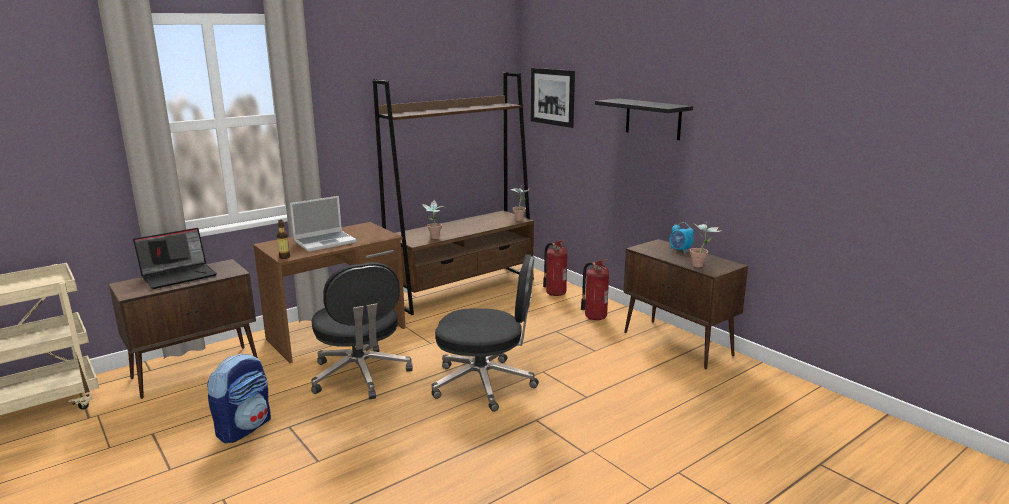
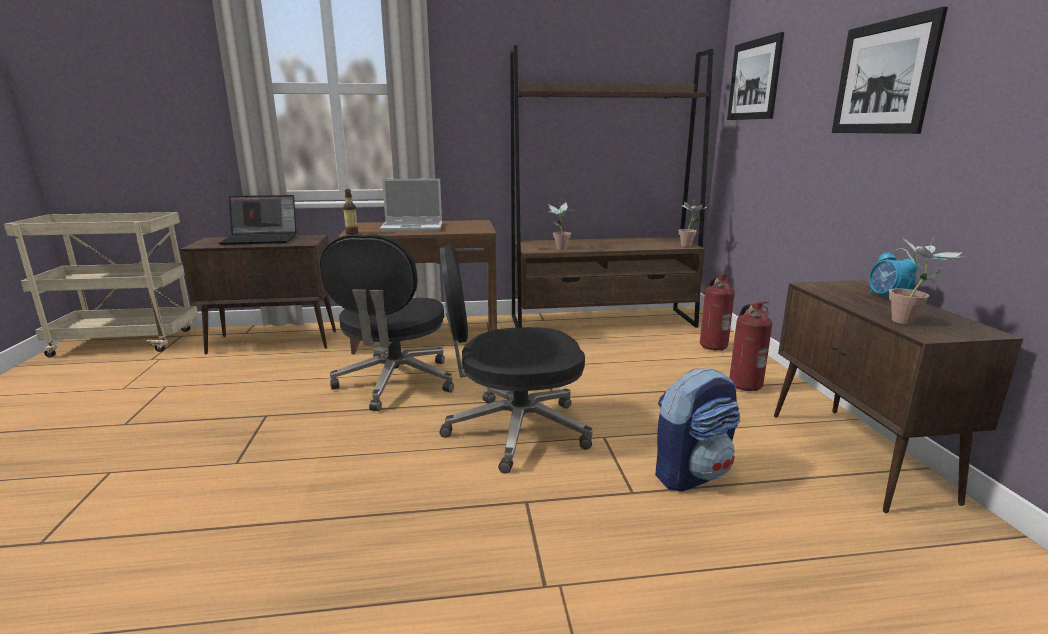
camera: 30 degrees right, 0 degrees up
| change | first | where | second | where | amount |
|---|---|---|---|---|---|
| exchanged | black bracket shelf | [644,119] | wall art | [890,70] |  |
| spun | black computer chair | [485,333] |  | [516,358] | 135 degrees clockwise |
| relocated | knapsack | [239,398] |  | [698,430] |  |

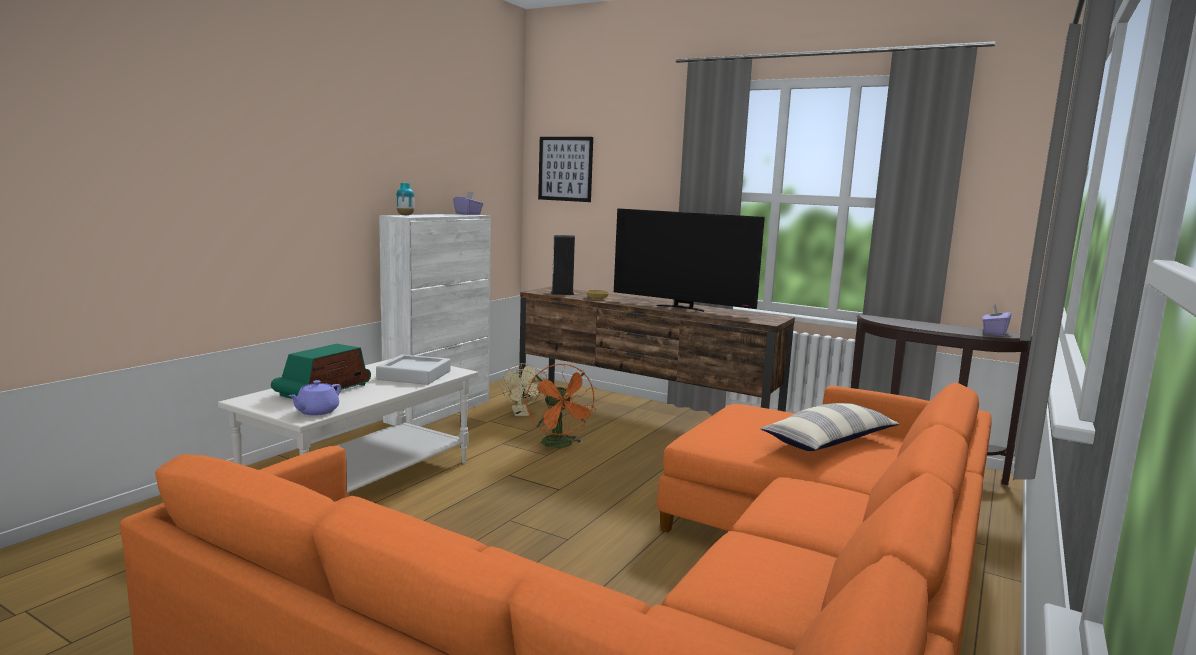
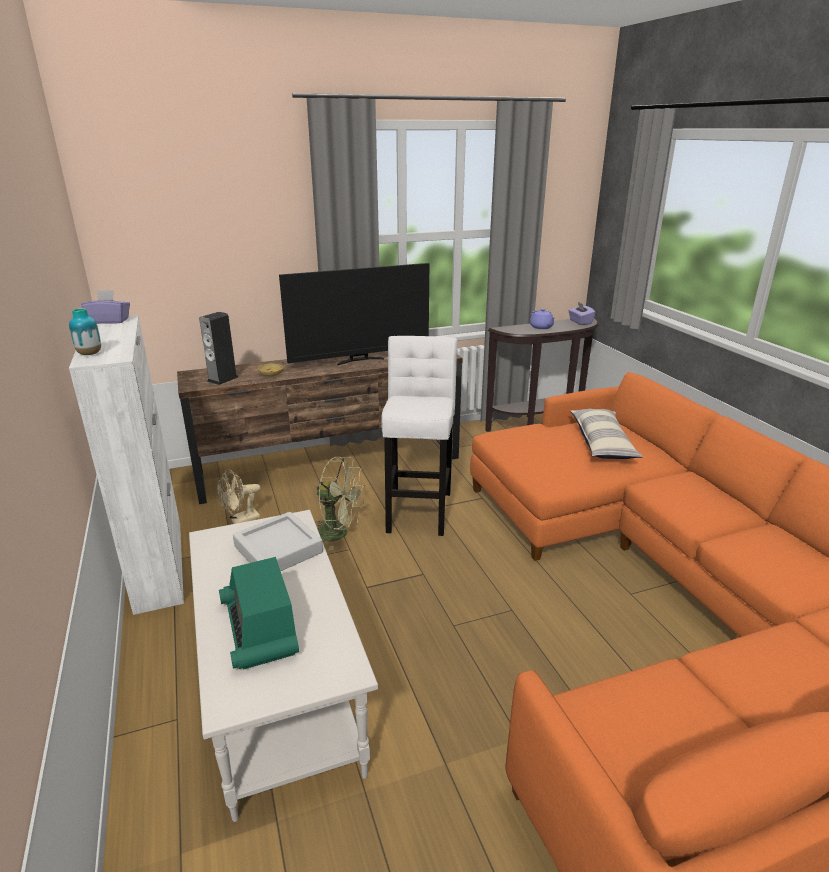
camera: 50 degrees left, 15 degrees up
| change | first | where | second | where | amount |
|---|---|---|---|---|---|
| missing | wall art | [565,169] |  |  |  |
| spun | beige-coloured fan | [522,389] |  | [238,496] | 120 degrees clockwise |
| colour | orangey fan | [561,407] | greenish fan | [340,503] |  |
| relocated | purple-coloured pot for tea | [315,398] |  | [542,319] |  |
| appeared |  |  | white stool | [419,436] |  |

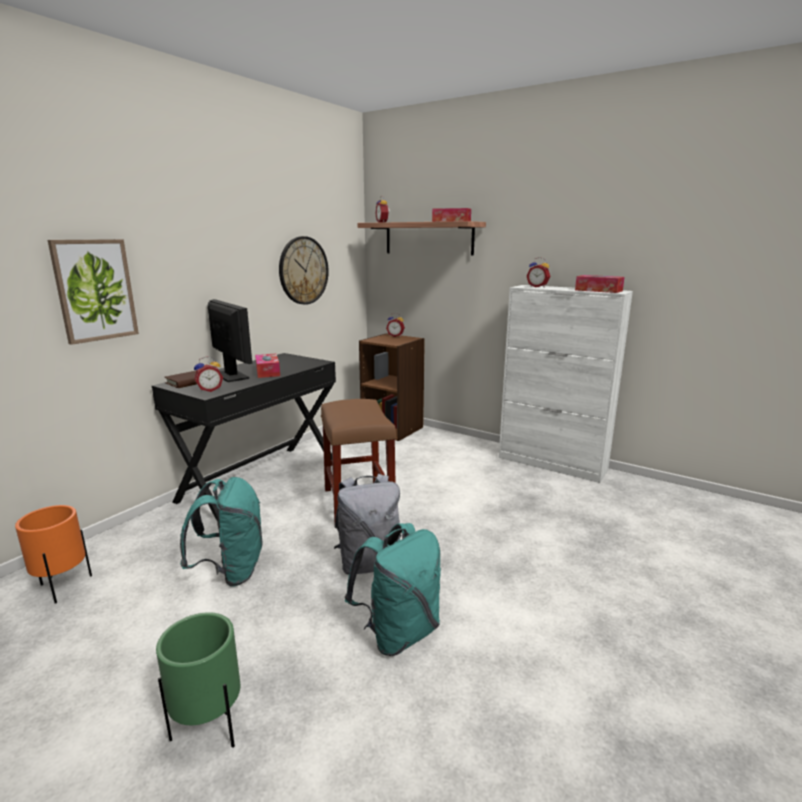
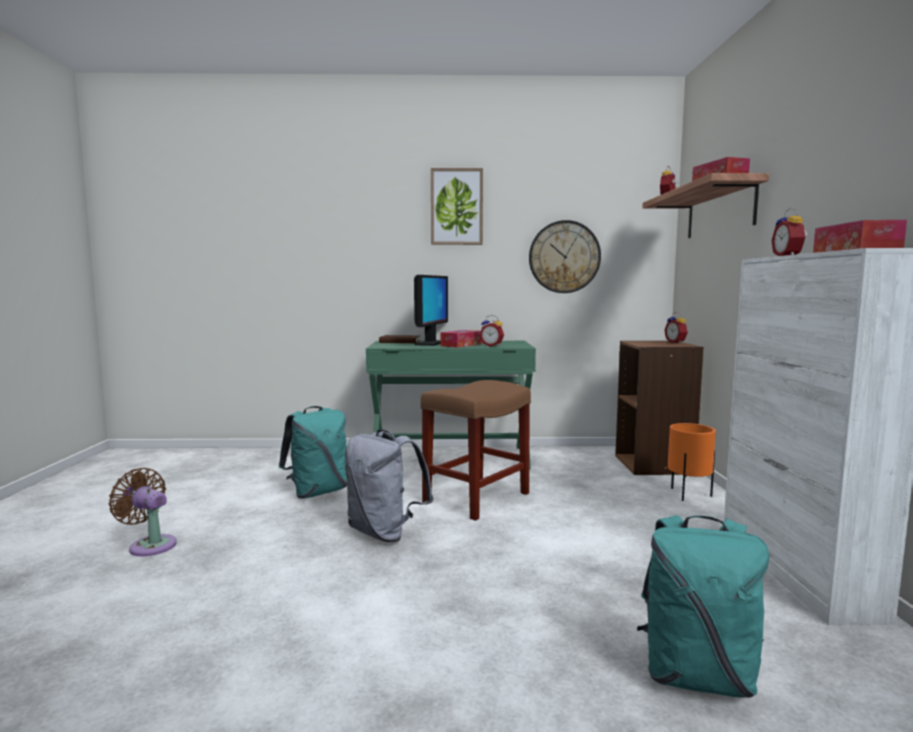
camera: 55 degrees right, 10 degrees down
| change | first | where | second | where | amount |
|---|---|---|---|---|---|
| relocated | wall art | [93,292] |  | [457,206] |  |
| colour | black desk table | [244,436] | greenish desk table | [451,405] |  |
| relocated | table clock | [208,374] |  | [491,331] |  |
| relocated | orangey plant pot | [53,554] |  | [692,462] |  |
| relocated | turquoise-coloured knapsack | [393,589] |  | [703,606] |  |
| exchanged | greenish plant pot | [198,680] | brownish fan | [143,512] |  |

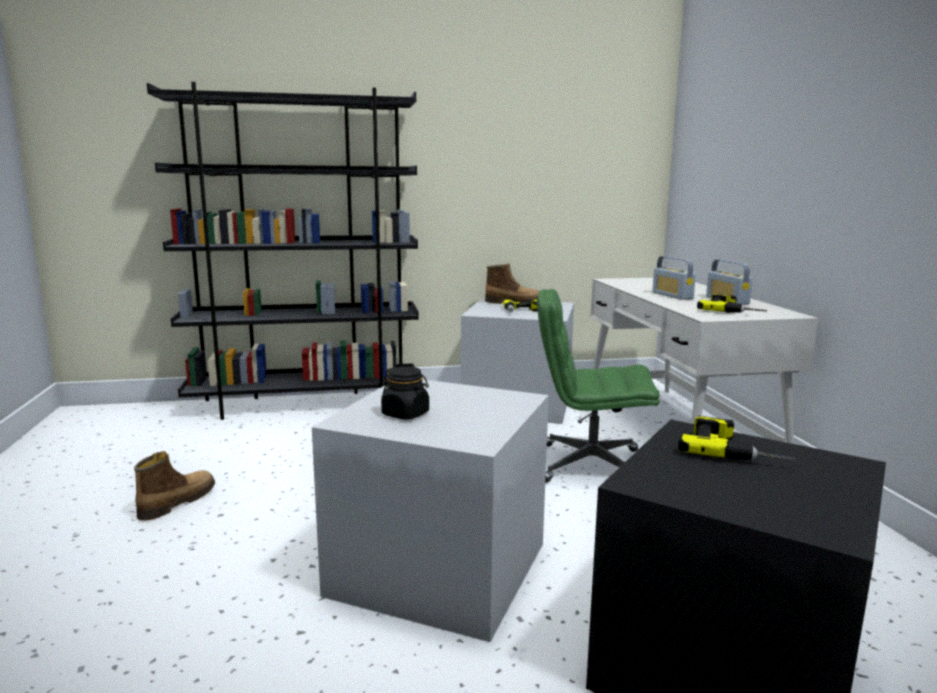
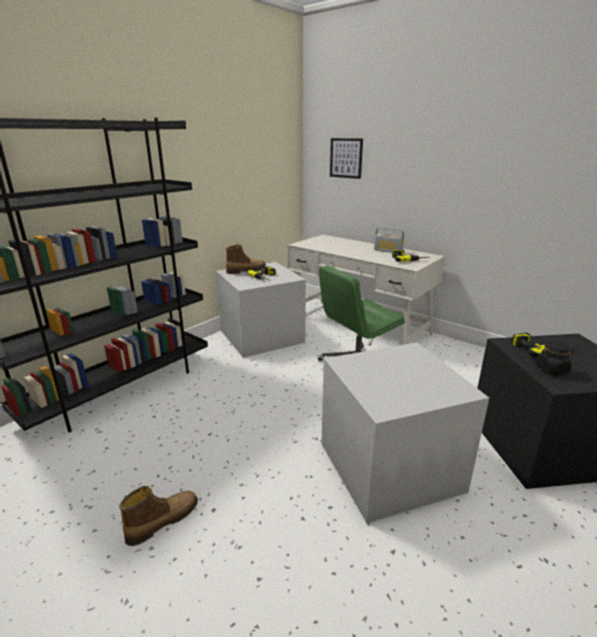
camera: 40 degrees left, 10 degrees up
| change | first | where | second | where | amount |
|---|---|---|---|---|---|
| missing | radio receiver | [674,278] |  |  |  |
| relocated | black preserve jar | [405,393] |  | [555,358] |  |
| spun | high-top boot | [174,486] |  | [158,516] | 60 degrees clockwise |
| appeared |  |  | wall art | [346,158] |  |

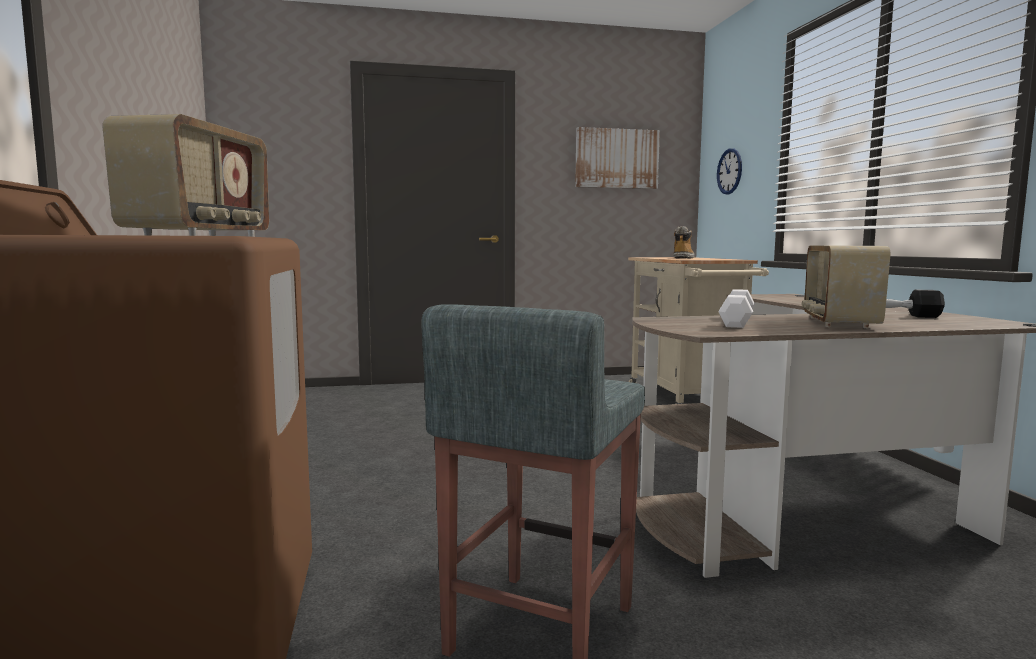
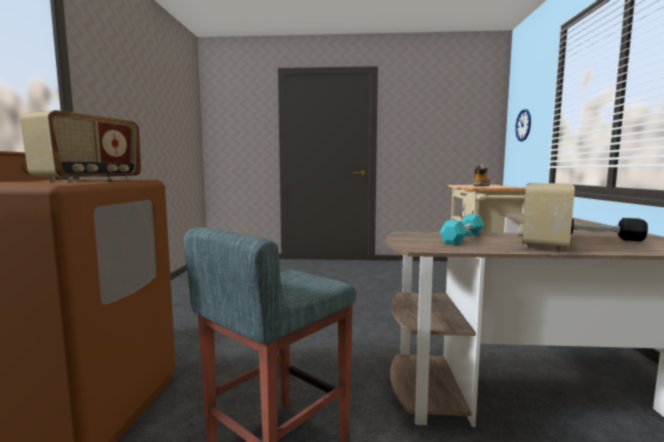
camera: 15 degrees right, 0 degrees up
| change | first | where | second | where | amount |
|---|---|---|---|---|---|
| missing | wall art | [617,158] |  |  |  |
| colour | white dumbbell | [736,308] | turquoise-coloured dumbbell | [462,229] |  |

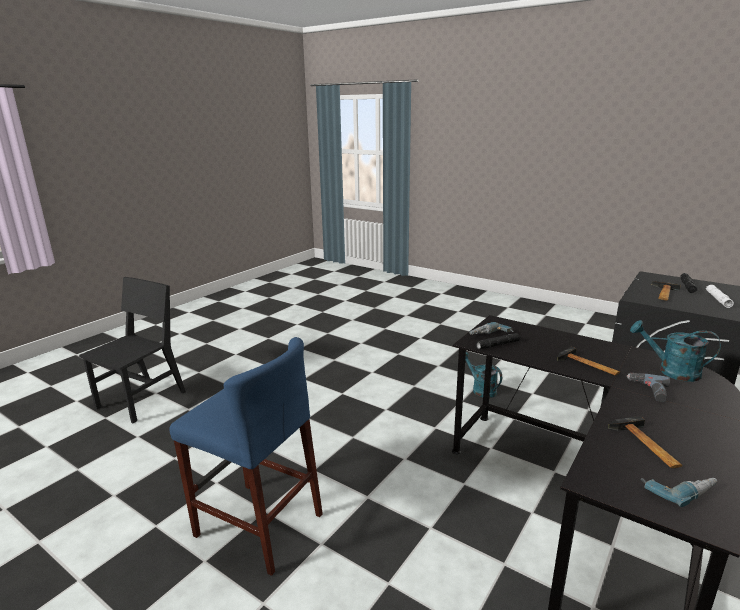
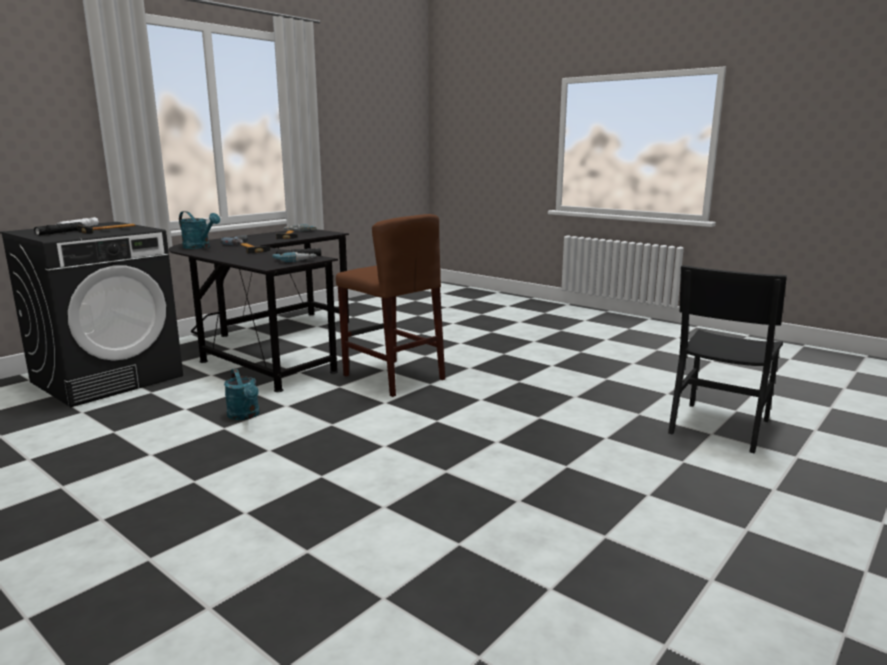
camera: 175 degrees left, 5 degrees down
| change | first | where | second | where | amount |
|---|---|---|---|---|---|
| missing | bluish stool | [246,456] |  |  |  |
| appeared |  |  | brownish stool | [390,305] |  |

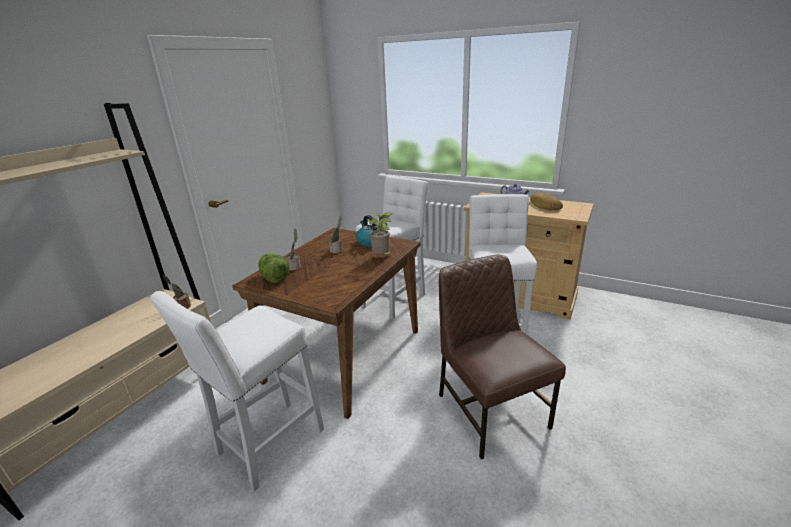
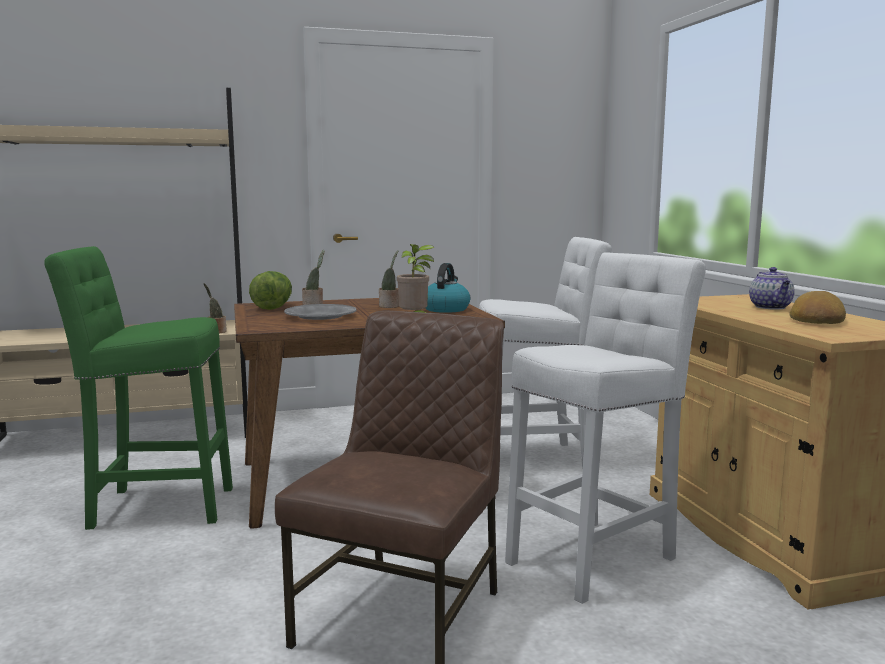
camera: 45 degrees right, 15 degrees down
| change | first | where | second | where | amount |
|---|---|---|---|---|---|
| colour | white stool | [237,391] | greenish stool | [138,388] |  |
| appeared |  |  | greyish dinner plate | [320,312] |  |

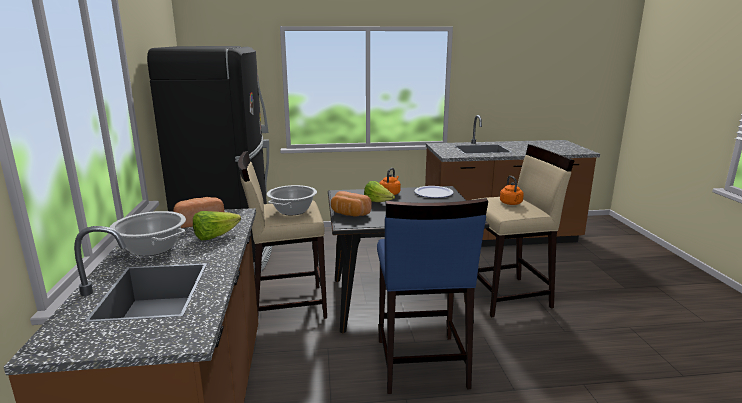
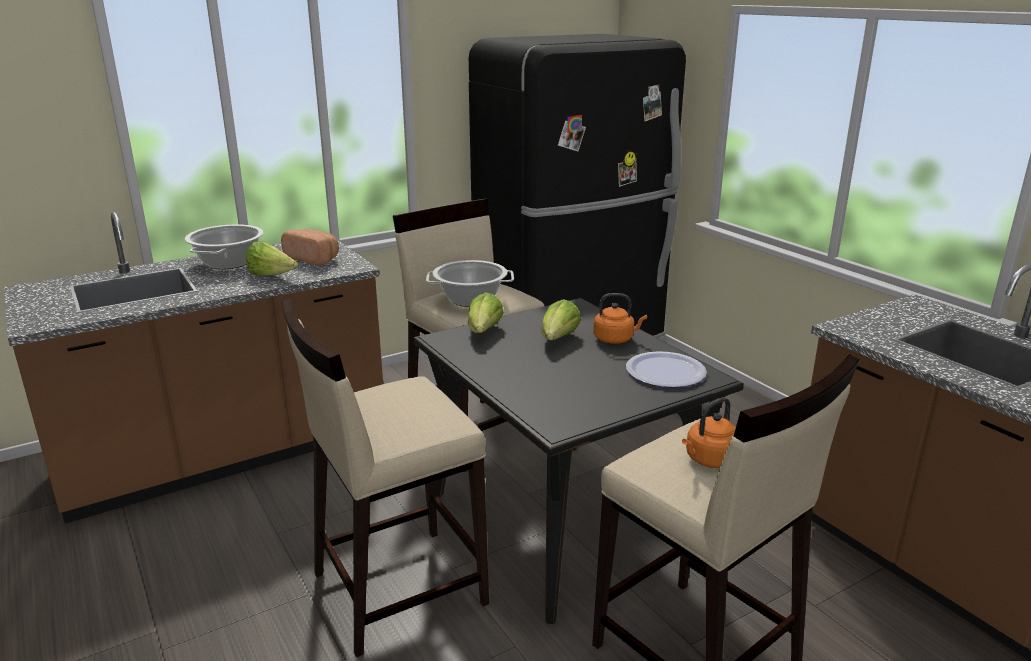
camera: 65 degrees right, 5 degrees up
| change | first | where | second | where | amount |
|---|---|---|---|---|---|
| exchanged | bread | [351,203] | lettuce head | [486,312] |  |
| colour | bluish stool | [432,296] | beige-coloured stool | [385,477] |  |

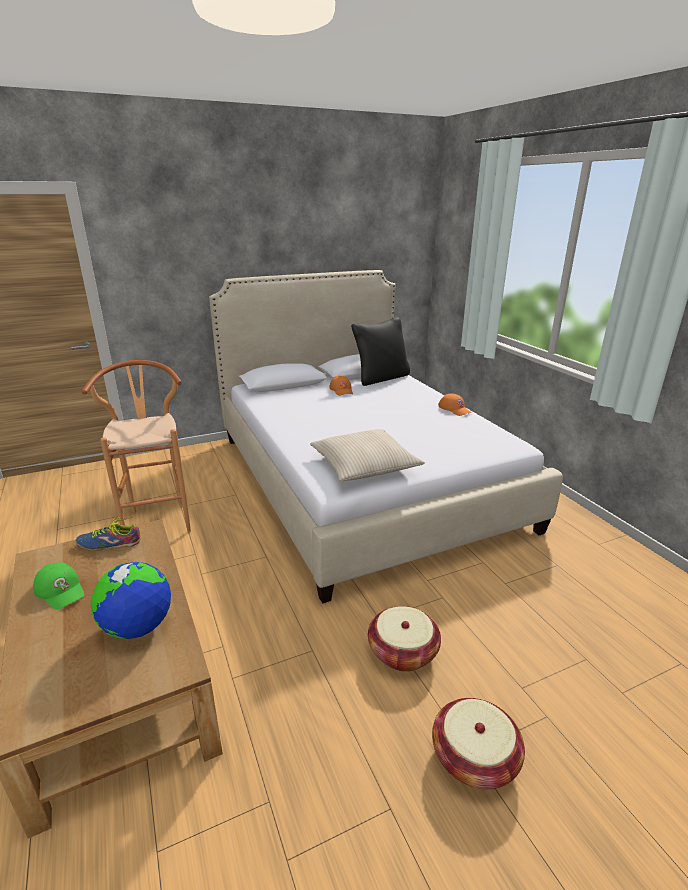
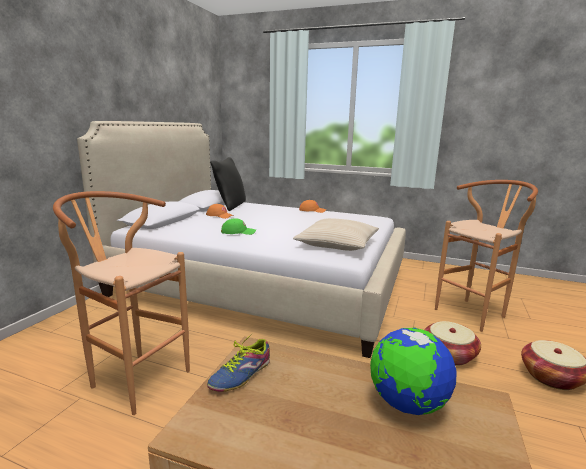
camera: 45 degrees left, 10 degrees down
| change | first | where | second | where | amount |
|---|---|---|---|---|---|
| relocated | greenish cap | [58,586] |  | [238,226] |  |
| appeared |  |  | brownish stool | [486,256] |  |

